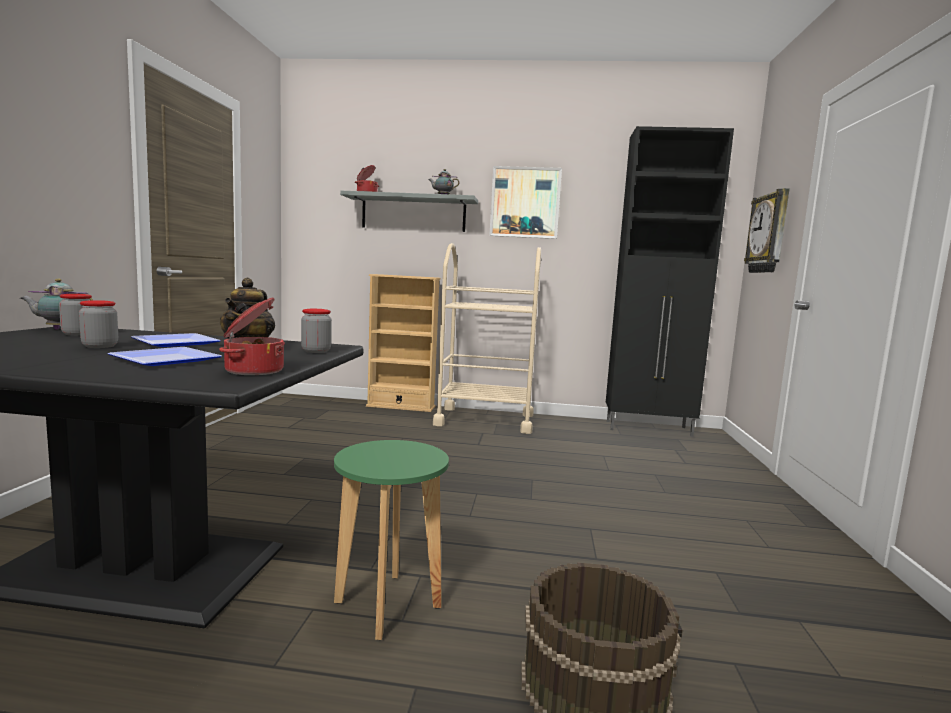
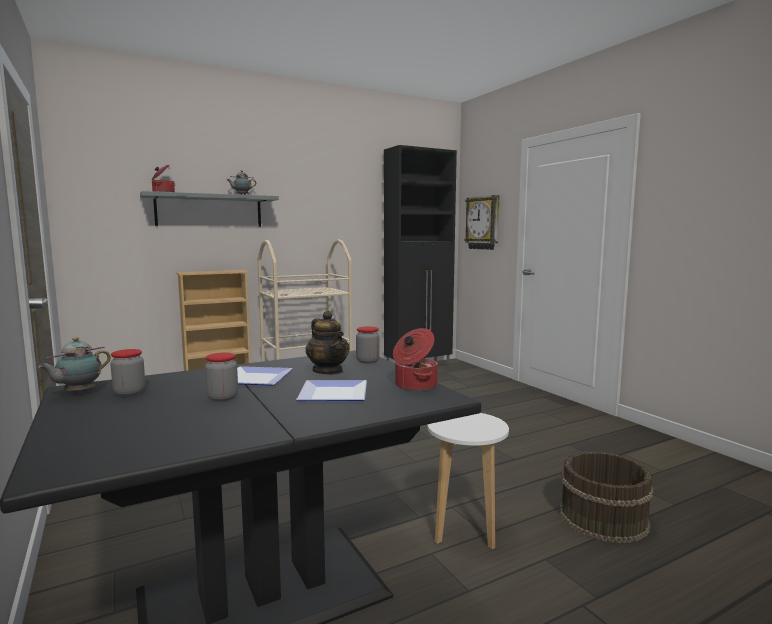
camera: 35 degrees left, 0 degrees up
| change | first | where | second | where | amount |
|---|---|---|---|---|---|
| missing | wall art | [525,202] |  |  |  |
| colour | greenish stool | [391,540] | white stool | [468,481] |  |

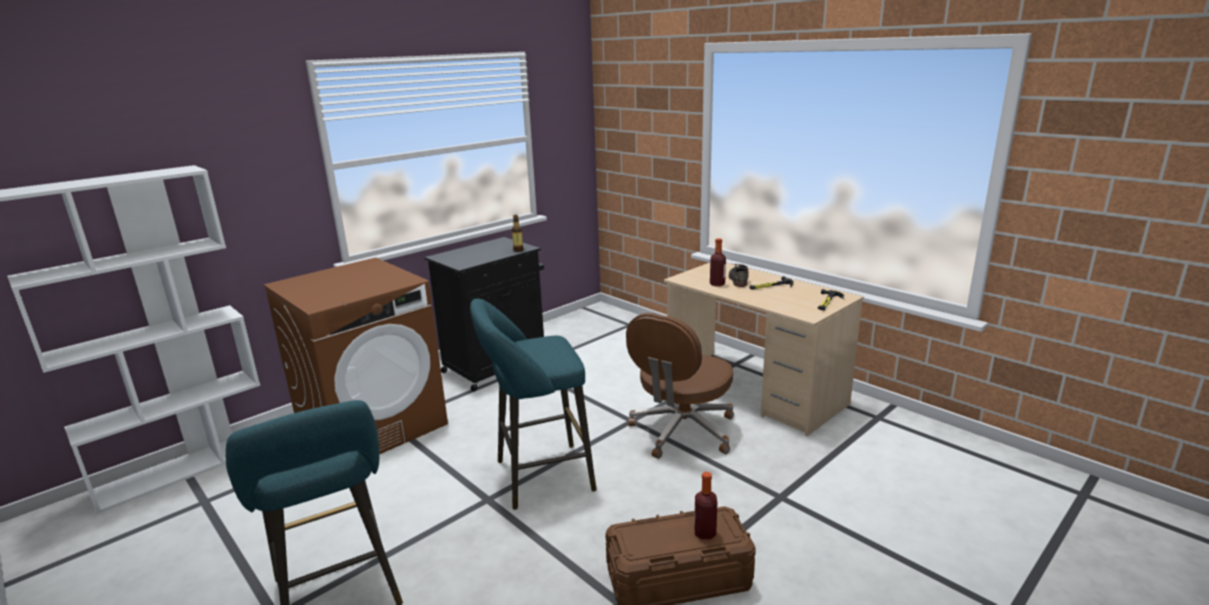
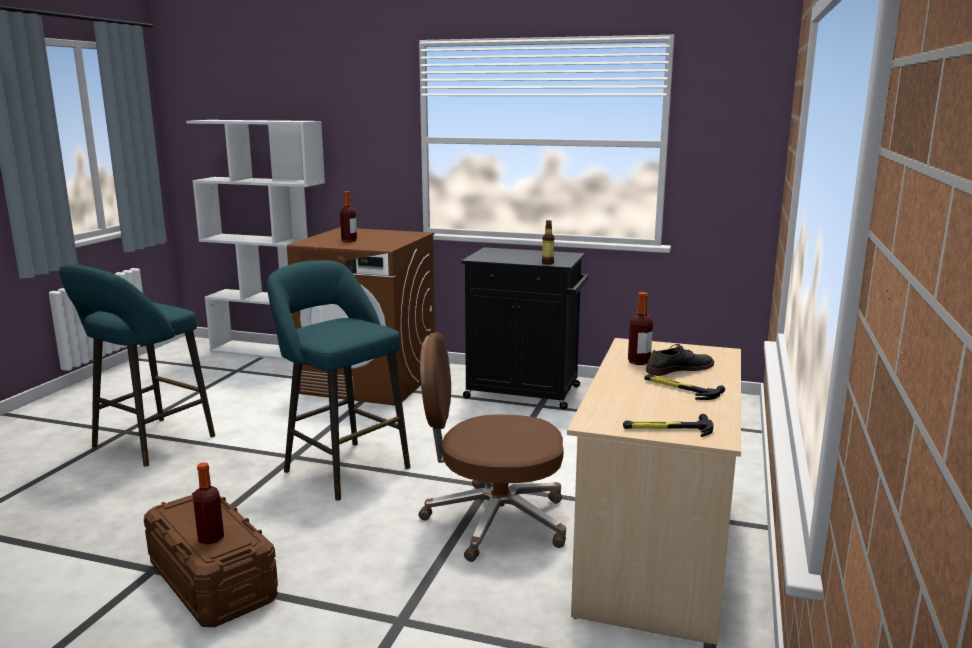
camera: 60 degrees right, 5 degrees down
| change | first | where | second | where | amount |
|---|---|---|---|---|---|
| appeared |  |  | beverage bottle | [348,216] |  |

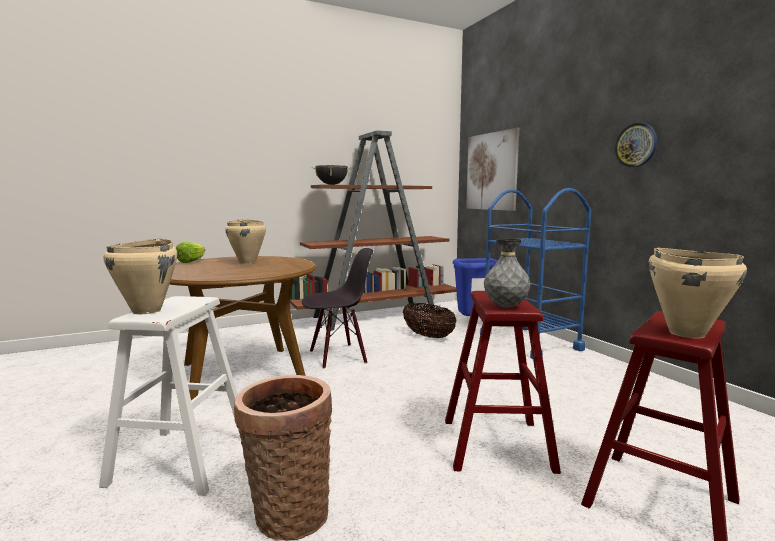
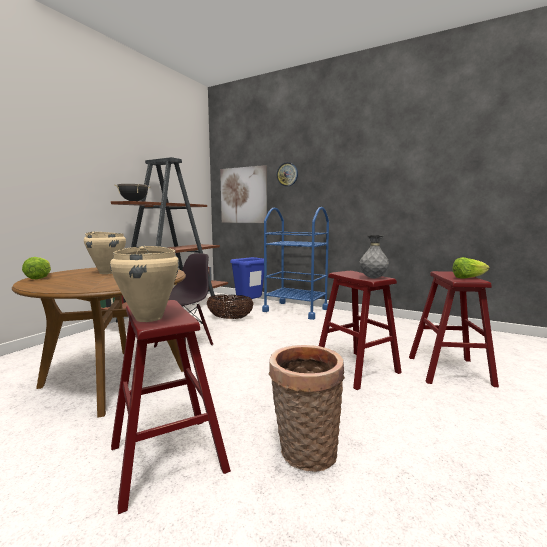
camera: 35 degrees left, 0 degrees up
| change | first | where | second | where | amount |
|---|---|---|---|---|---|
| relocated | wall clock | [636,145] |  | [287,174] |  |
| exchanged | beige-coloured stockpot | [698,293] | lettuce head | [471,268] |  |
| colour | white stool | [170,396] | red-coloured stool | [171,407] |  |

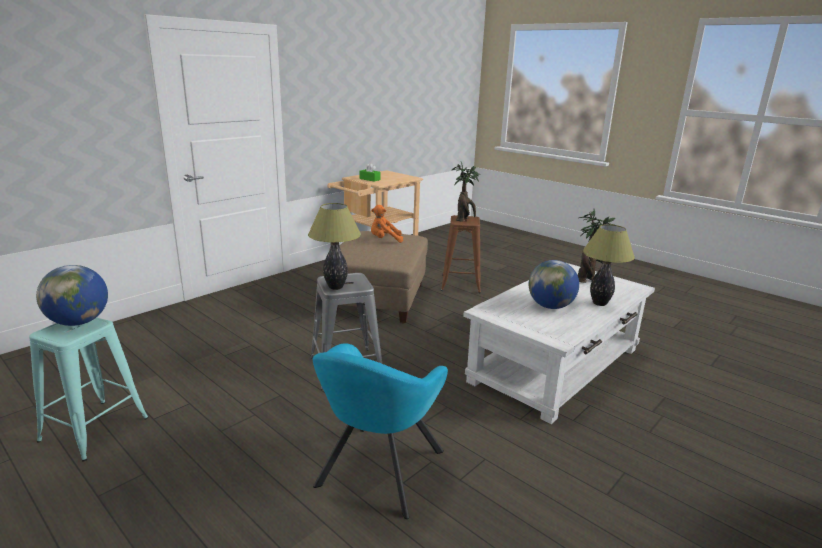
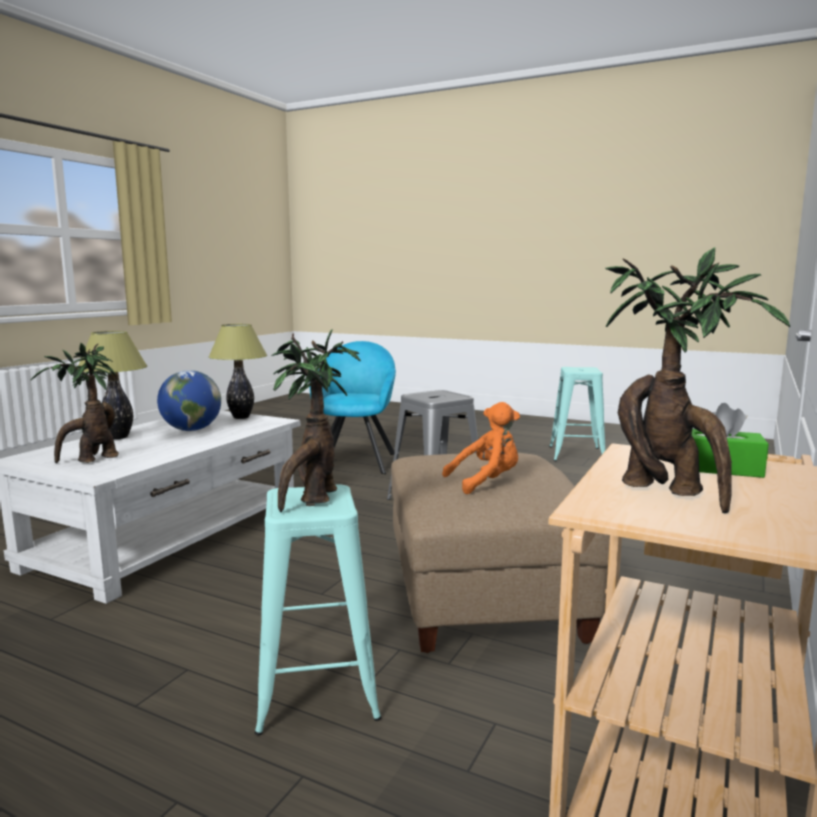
camera: 165 degrees right, 10 degrees down
| change | first | where | second | where | amount |
|---|---|---|---|---|---|
| relocated | lamp for a table | [334,246] |  | [238,371] |  |
| colour | brownish stool | [461,254] | turquoise-coloured stool | [318,610] |  |
| missing | globe | [72,295] |  |  |  |
| appeared |  |  | houseplant | [697,380] |  |

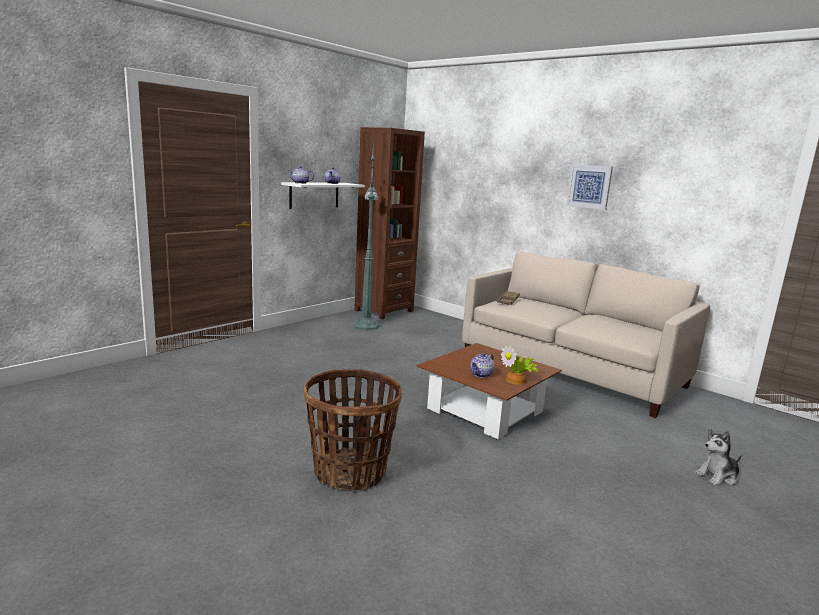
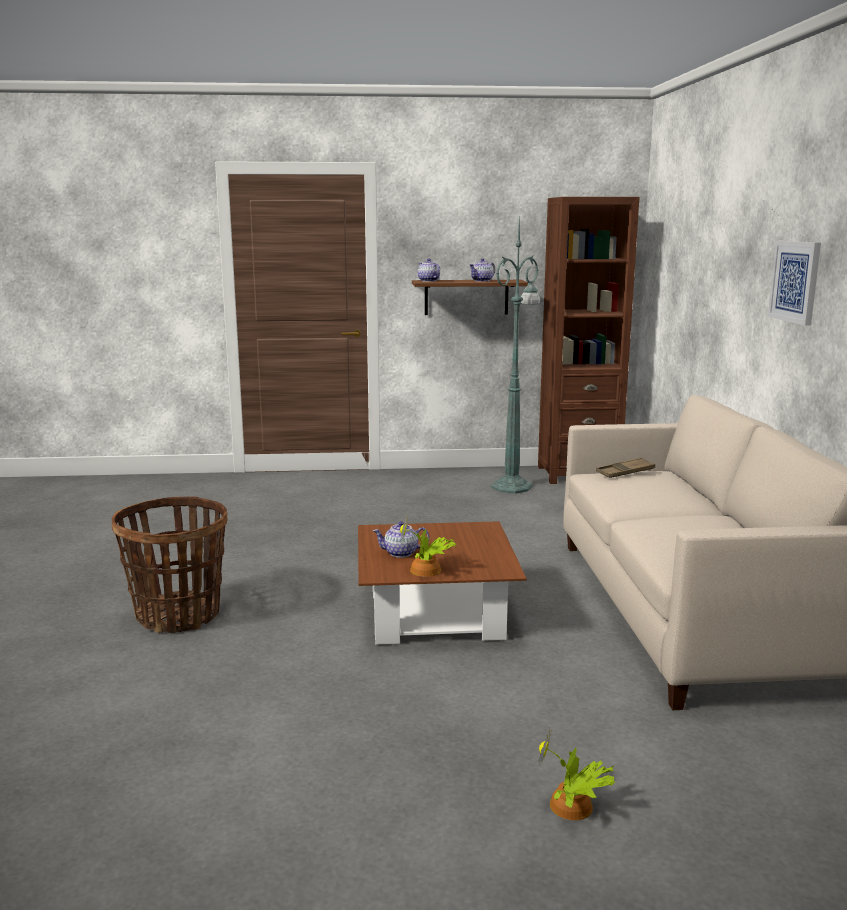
camera: 45 degrees right, 0 degrees up
| change | first | where | second | where | amount |
|---|---|---|---|---|---|
| colour | white bracket shelf | [323,195] | brownish bracket shelf | [470,297] |  |
| exchanged | plush toy | [718,456] | houseplant | [576,774] |  |

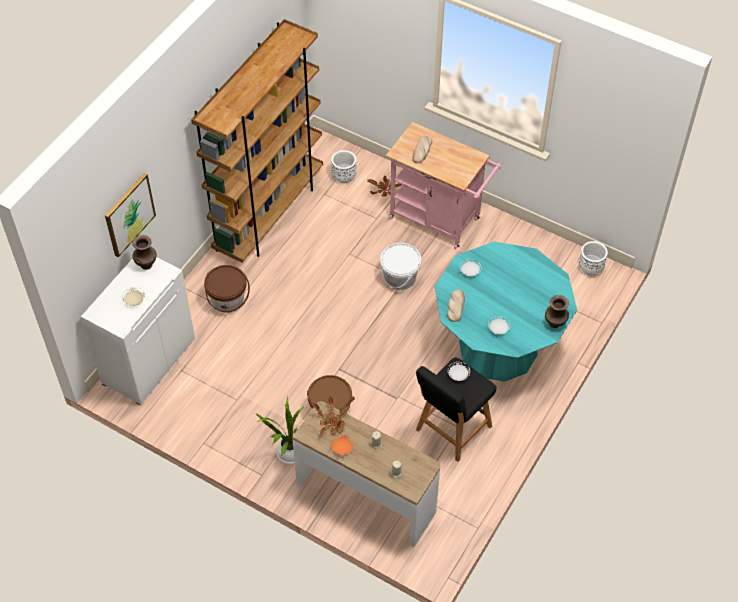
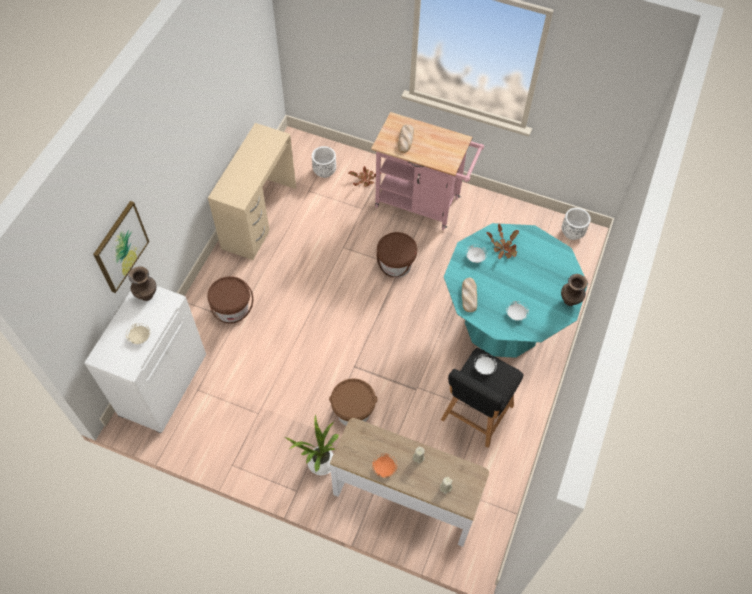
camera: 10 degrees left, 5 degrees up
| change | first | where | second | where | amount |
|---|---|---|---|---|---|
| exchanged | brownish bookshelf | [257,141] | beige-coloured desk table | [252,191] |  |
| colour | white bucket | [401,266] | brownish bucket | [397,255] |  |
| relocated | houseplant | [331,414] |  | [503,241] |  |

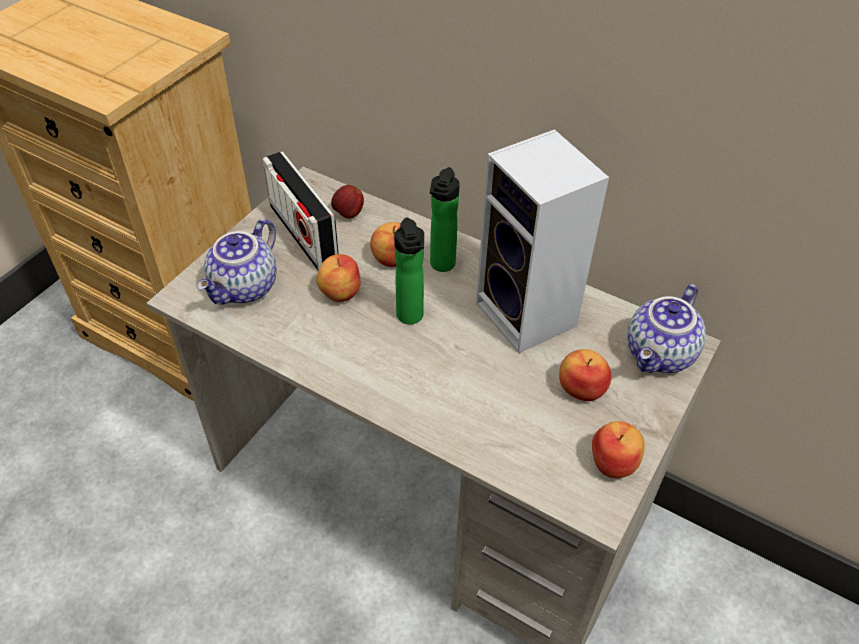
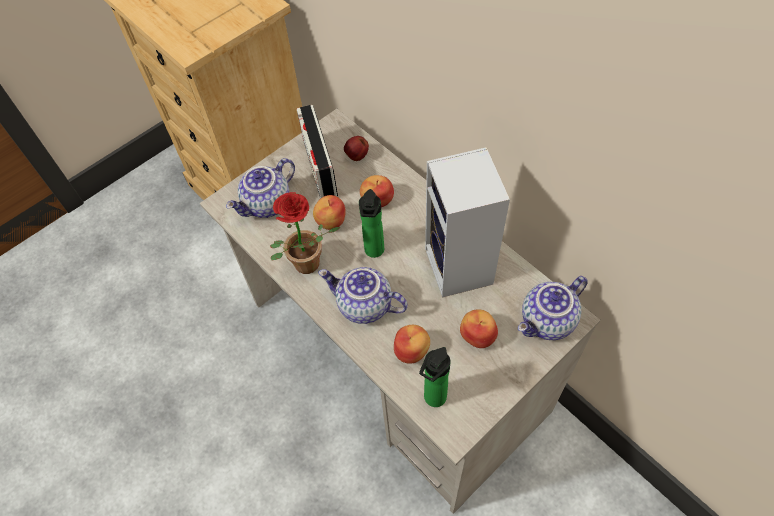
camera: 20 degrees right, 10 degrees up
| change | first | where | second | where | amount |
|---|---|---|---|---|---|
| relocated | beverage bottle | [445,219] |  | [435,377] |  |
| relocated | apple fruit | [618,449] |  | [412,344] |  |
| appeared |  |  | houseplant | [305,233] |  |
| appeared |  |  | pot for tea | [363,295] |  |

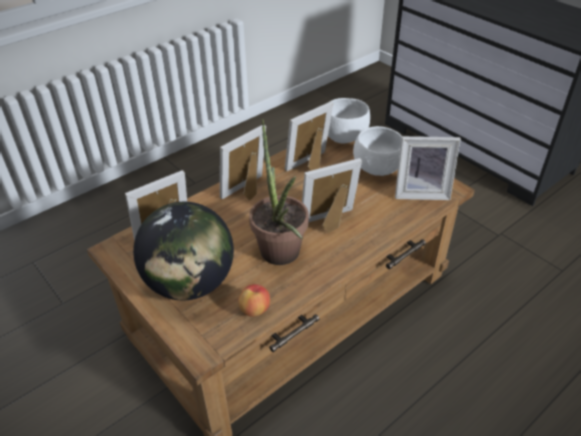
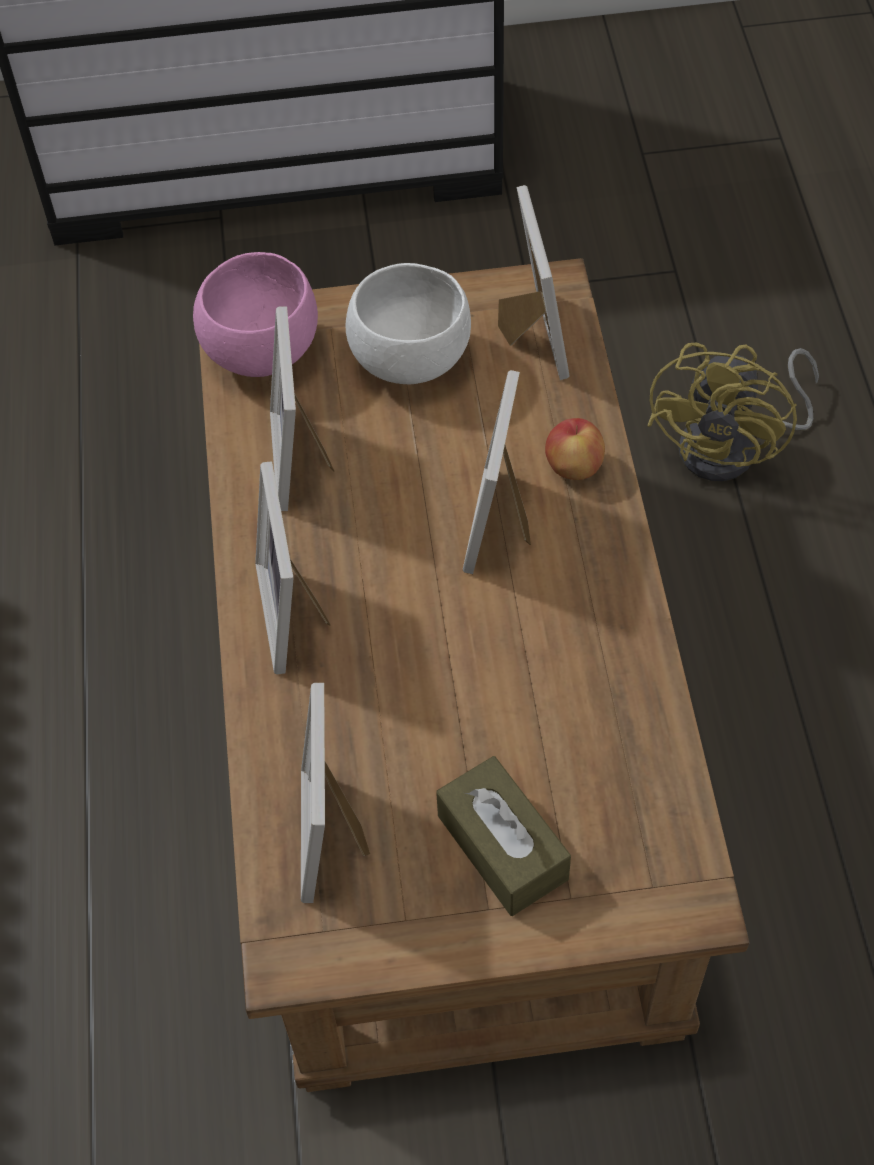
camera: 55 degrees left, 15 degrees up
| change | first | where | second | where | amount |
|---|---|---|---|---|---|
| colour | white bowl | [349,120] | pink-coloured bowl | [255,314] |  |
| missing | houseplant | [279,192] |  |  |  |
| spun | picture frame | [428,168] |  | [533,282] | 45 degrees counterclockwise |
| exchanged | globe | [183,251] | brownish box of tissues | [503,836] |  |
| relocated | apple fruit | [254,300] |  | [575,449] |  |
| appeared |  |  | yellow fan | [733,411] |  |

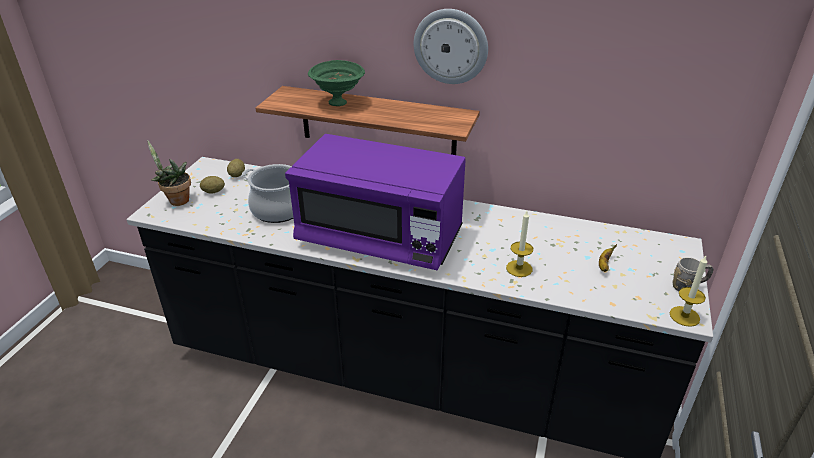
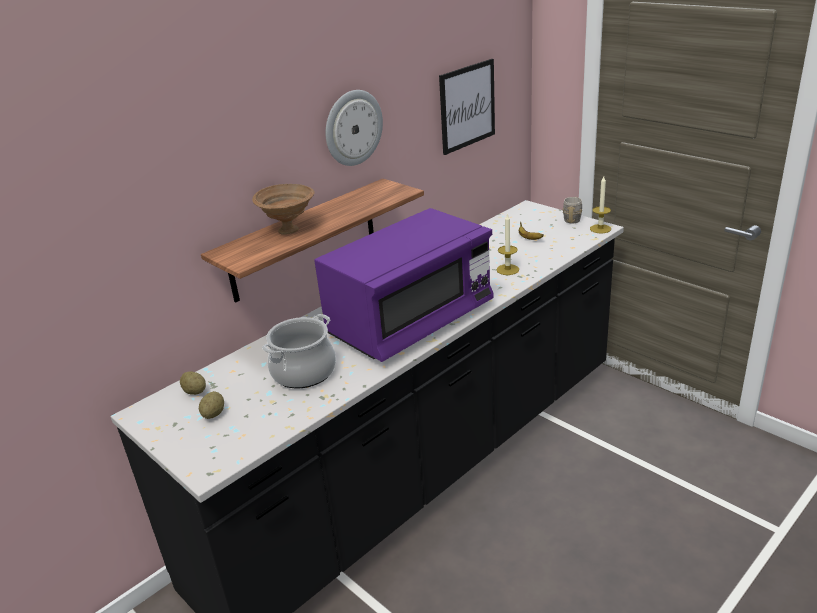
camera: 60 degrees left, 5 degrees down
| change | first | where | second | where | amount |
|---|---|---|---|---|---|
| colour | greenish bowl | [336,83] | brownish bowl | [283,209] |  |
| missing | houseplant | [169,173] |  |  |  |
| appeared |  |  | wall art | [467,107] |  |

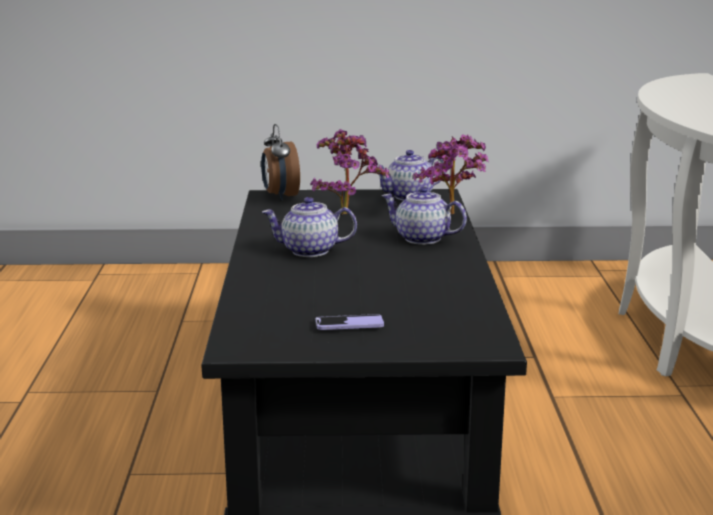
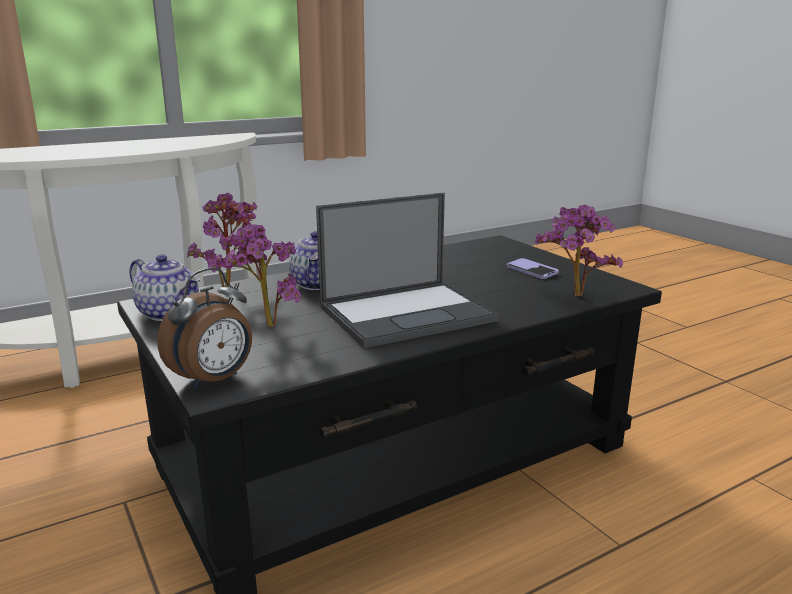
camera: 120 degrees left, 0 degrees up
| change | first | where | second | where | amount |
|---|---|---|---|---|---|
| exchanged | pot for tea | [309,227] | laptop | [407,270] |  |
| appeared |  |  | houseplant | [579,251] |  |

